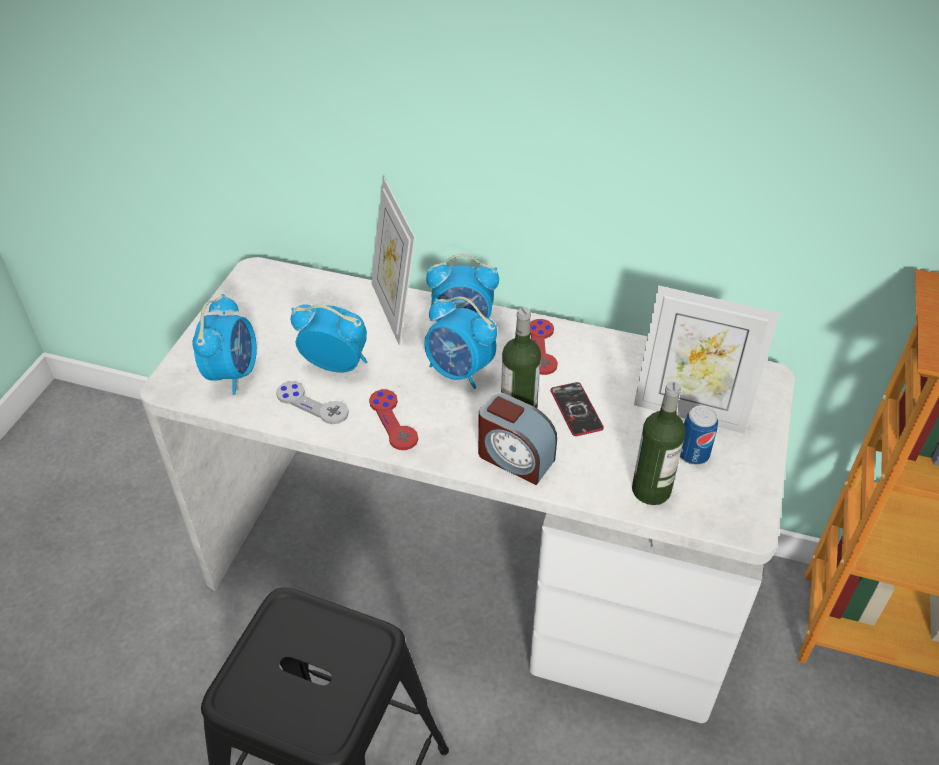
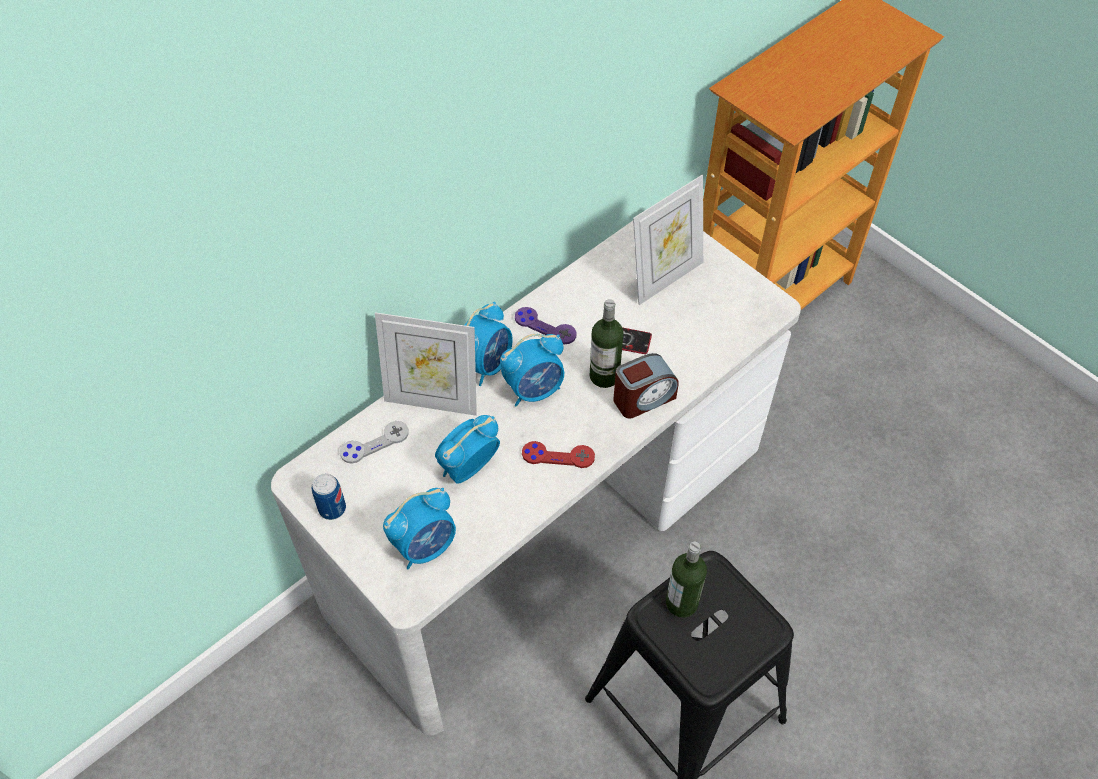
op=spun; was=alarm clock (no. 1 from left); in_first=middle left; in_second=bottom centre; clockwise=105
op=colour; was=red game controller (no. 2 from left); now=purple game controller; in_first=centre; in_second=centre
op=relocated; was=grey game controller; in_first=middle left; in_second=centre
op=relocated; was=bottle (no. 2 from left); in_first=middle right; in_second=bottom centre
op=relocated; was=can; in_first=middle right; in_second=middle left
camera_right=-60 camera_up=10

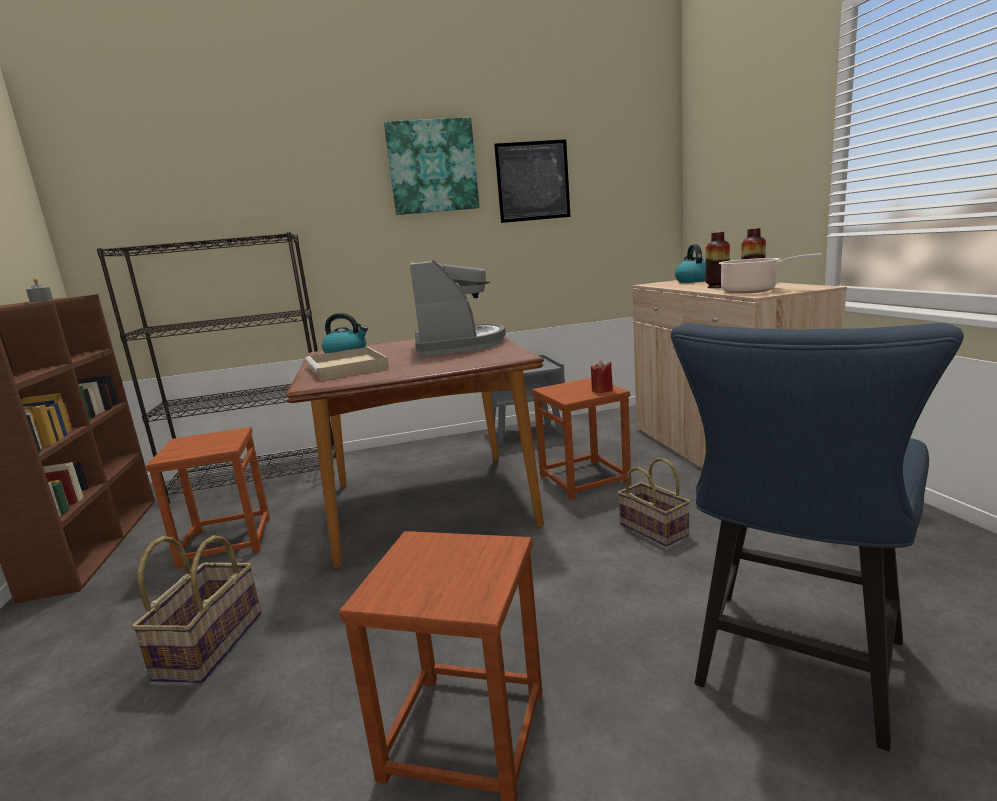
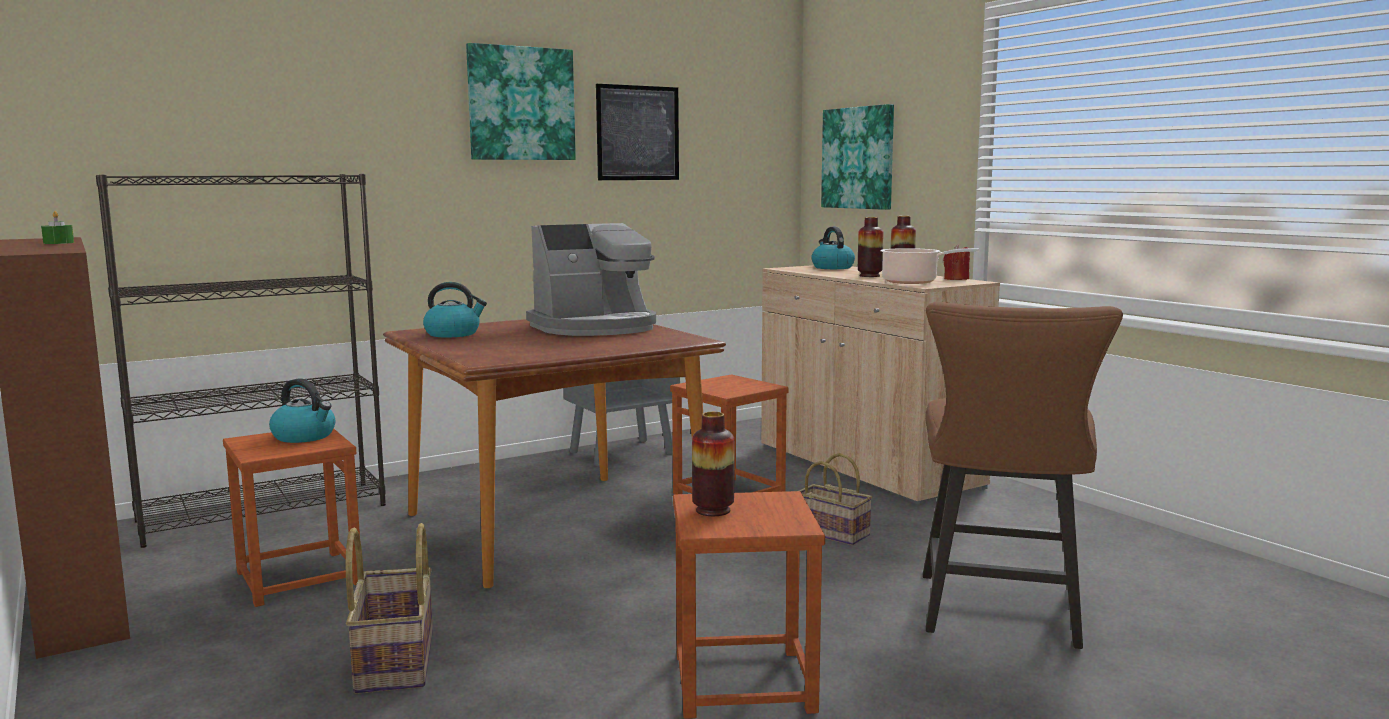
op=spun; was=coffee machine; in_first=centre; in_second=centre; clockwise=90
op=colour; was=grey candle; now=green candle; in_first=middle left; in_second=top left
op=colour; was=blue chair; now=brown chair; in_first=bottom right; in_second=middle right
op=missing; was=beige tray; in_first=centre
op=relocated; was=red candle; in_first=centre; in_second=middle right
op=appeared; now=picture (no. 3 from left); in_second=top centre
op=appeared; now=kettle (no. 1 from left); in_second=middle left
op=appeared; now=vase (no. 1 from left); in_second=centre
camera_right=-20 camera_up=-5

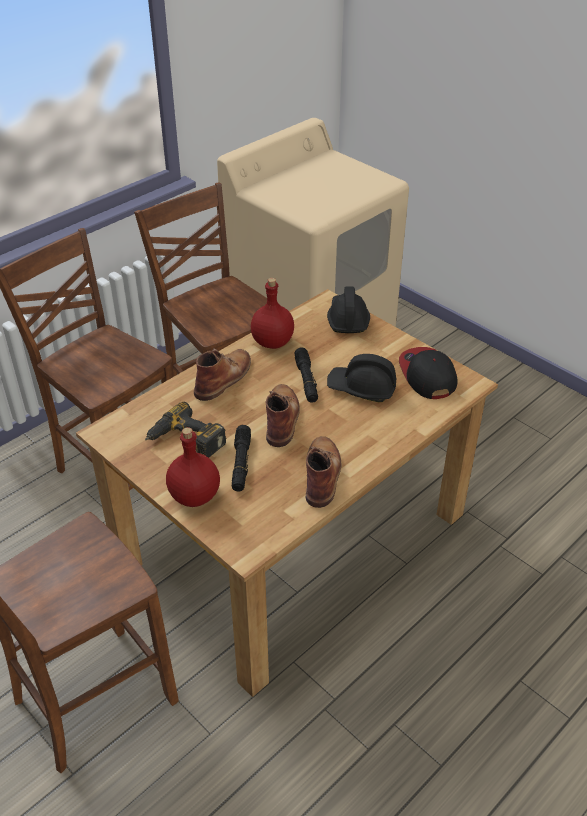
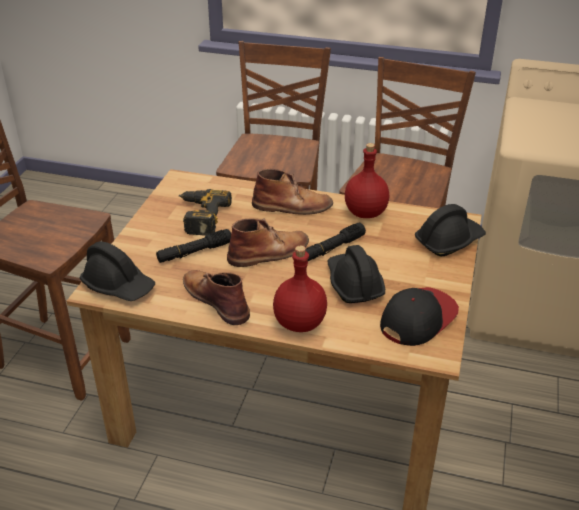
op=relocated; was=red bottle (no. 1 from left); in_first=middle left; in_second=centre
op=spun; was=brown boot (no. 3 from left in the first image); in_first=centre; in_second=centre; clockwise=-105
op=appeared; now=black hard hat (no. 1 from left); in_second=middle left
camera_right=60 camera_up=-5

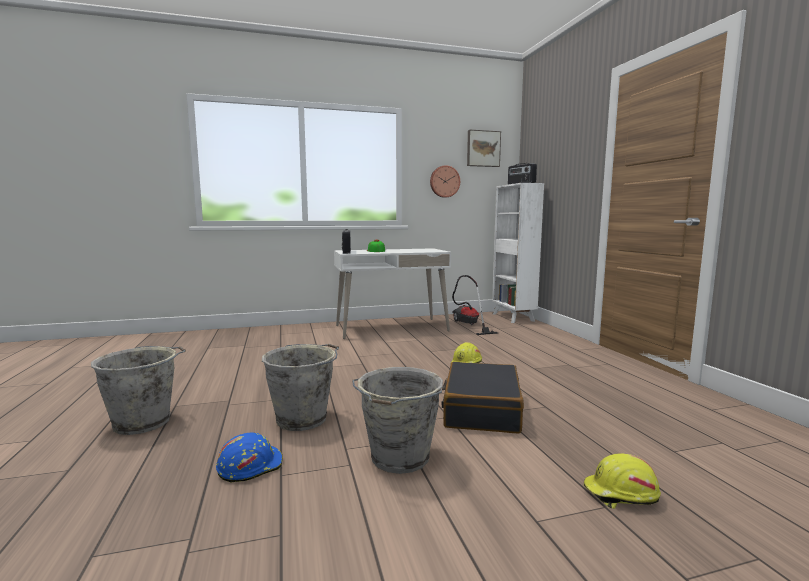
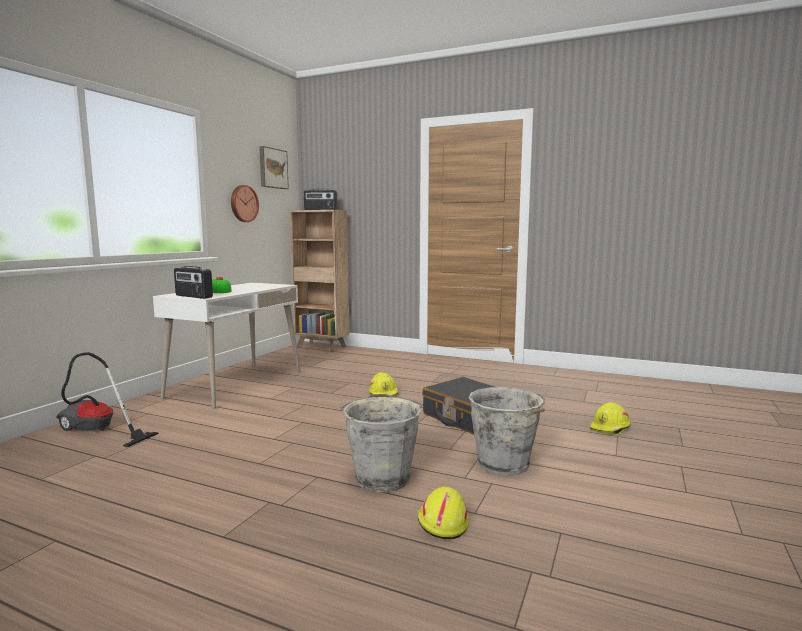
op=colour; was=white bookcase; now=brown bookcase; in_first=centre; in_second=centre
op=relocated; was=vacuum cleaner; in_first=centre; in_second=middle left
op=missing; was=grey bucket (no. 1 from left); in_first=bottom left
op=colour; was=blue hard hat; now=yellow hard hat (no. 2 from left); in_first=bottom left; in_second=bottom centre
camera_right=-50 camera_up=0

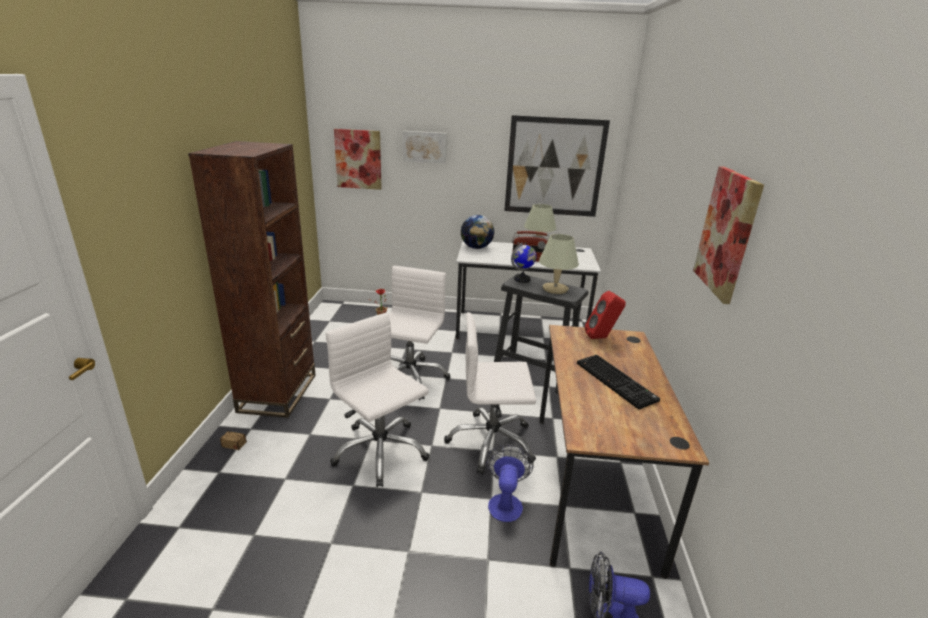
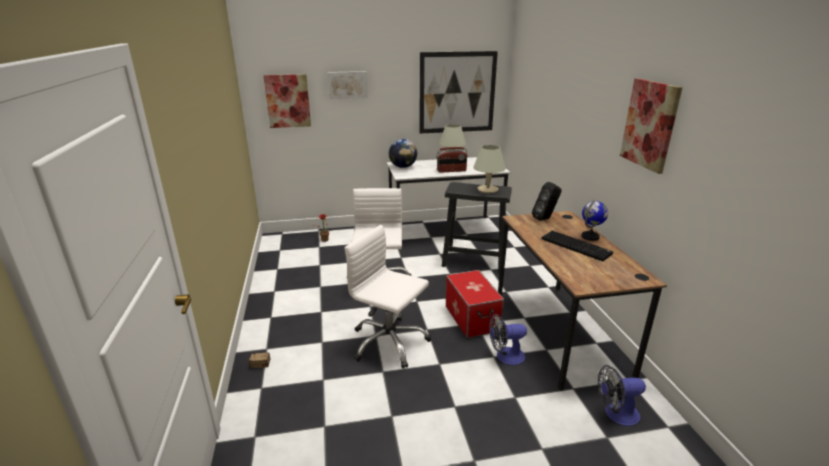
op=missing; was=brown bookcase; in_first=middle left
op=relocated; was=globe (no. 2 from left); in_first=centre; in_second=middle right
op=colour; was=red speaker; now=black speaker; in_first=centre; in_second=centre
op=exchanged; was=white office chair (no. 3 from left); now=storage box (no. 2 from left); in_first=centre; in_second=centre
op=spun; was=fan (no. 1 from left); in_first=bottom centre; in_second=bottom centre; clockwise=-90
camera_right=-15 camera_up=0

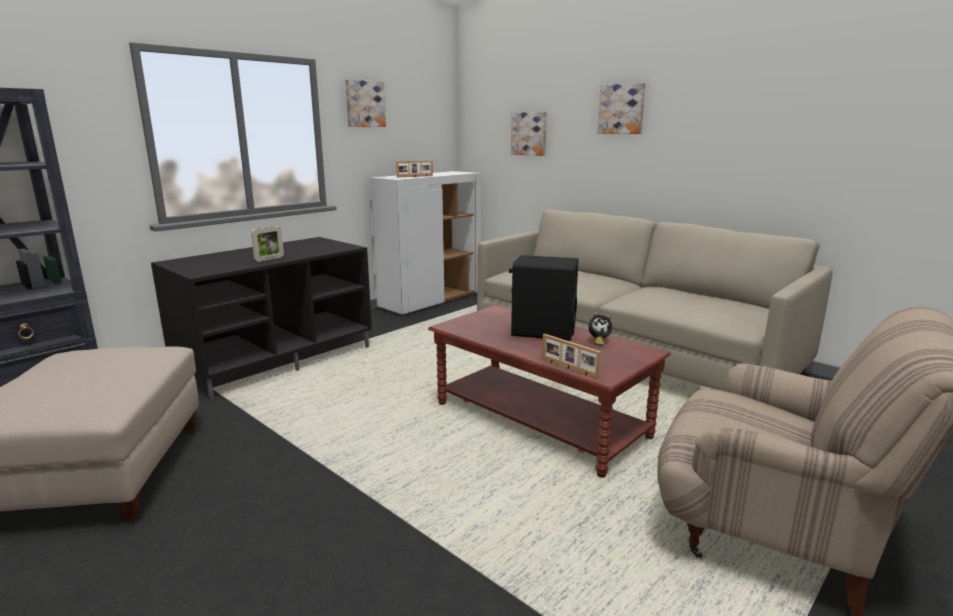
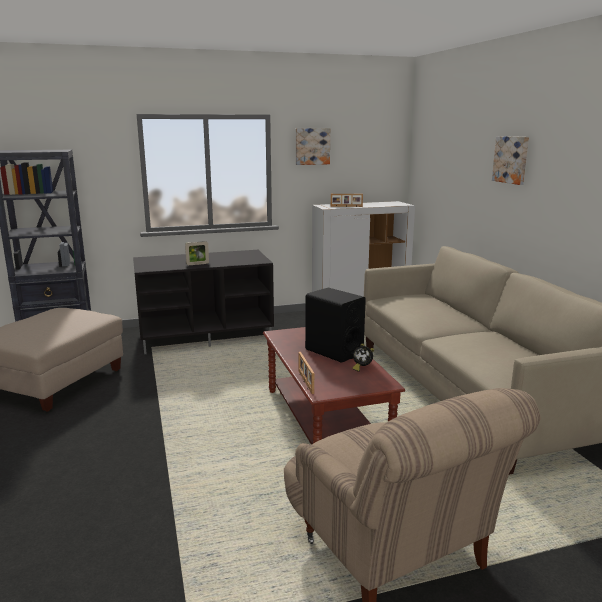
op=missing; was=picture (no. 2 from left); in_first=top centre
camera_right=30 camera_up=0

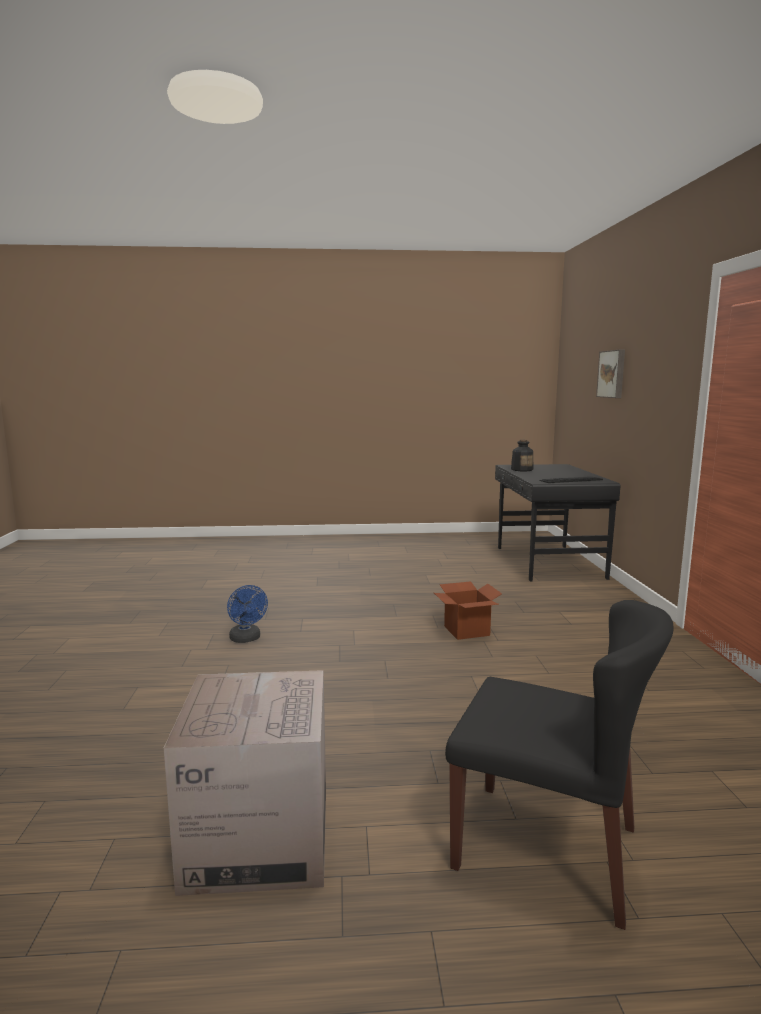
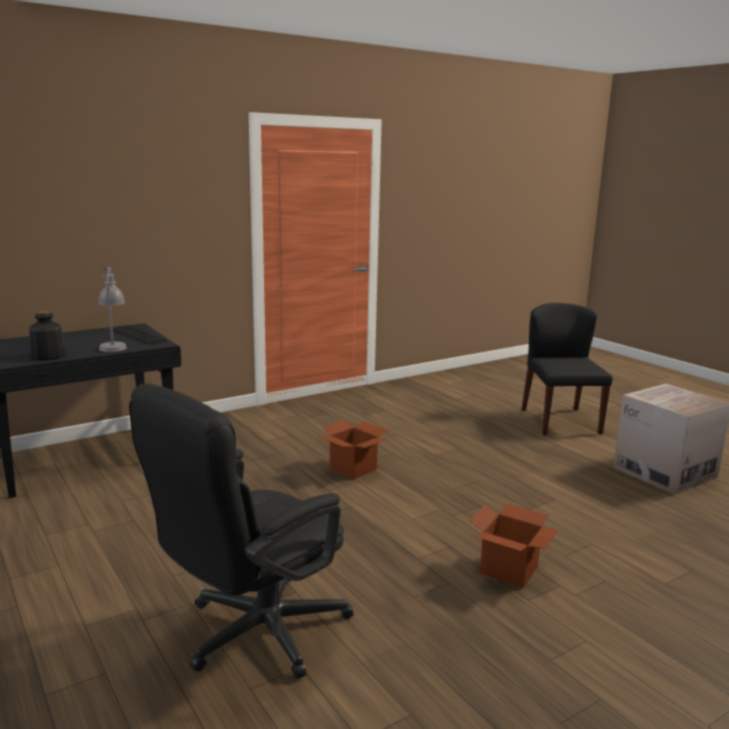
op=missing; was=picture; in_first=middle right
op=exchanged; was=blue fan; now=cardboard box (no. 2 from left); in_first=middle left; in_second=bottom right
op=appeared; now=grey table lamp; in_second=middle left
op=appeared; now=black office chair; in_second=bottom left
camera_right=-120 camera_up=5

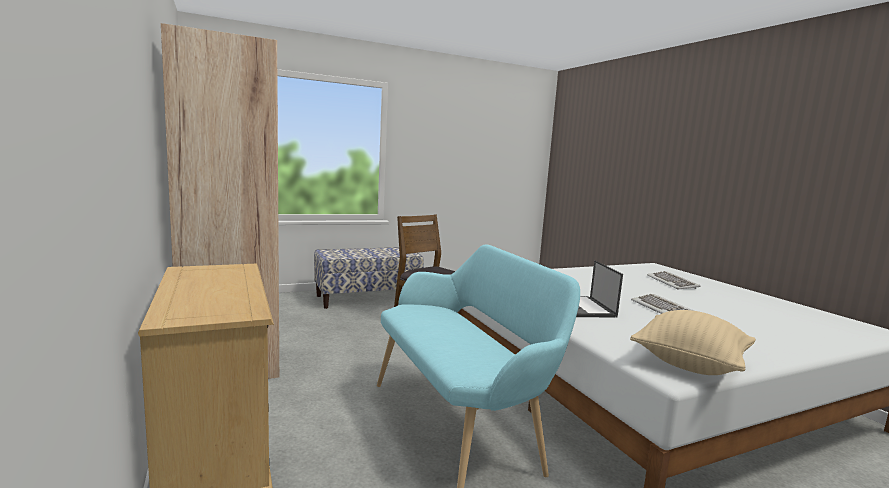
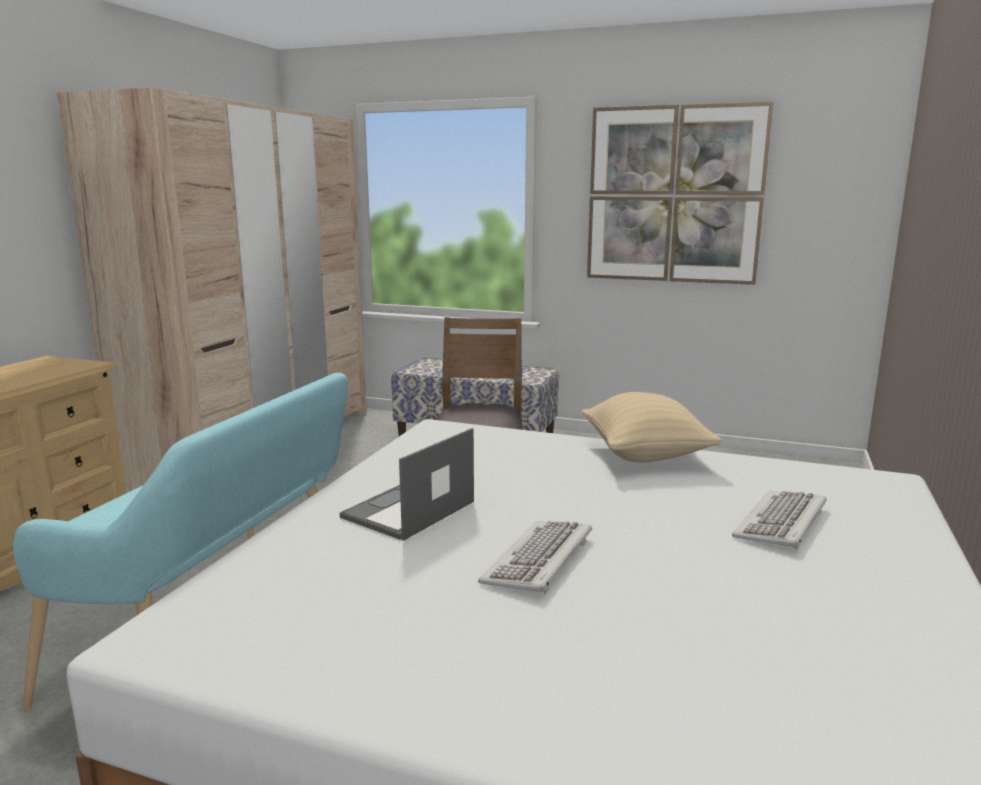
op=relocated; was=beige pillow; in_first=bottom right; in_second=centre
op=appeared; now=picture; in_second=top right
camera_right=45 camera_up=5

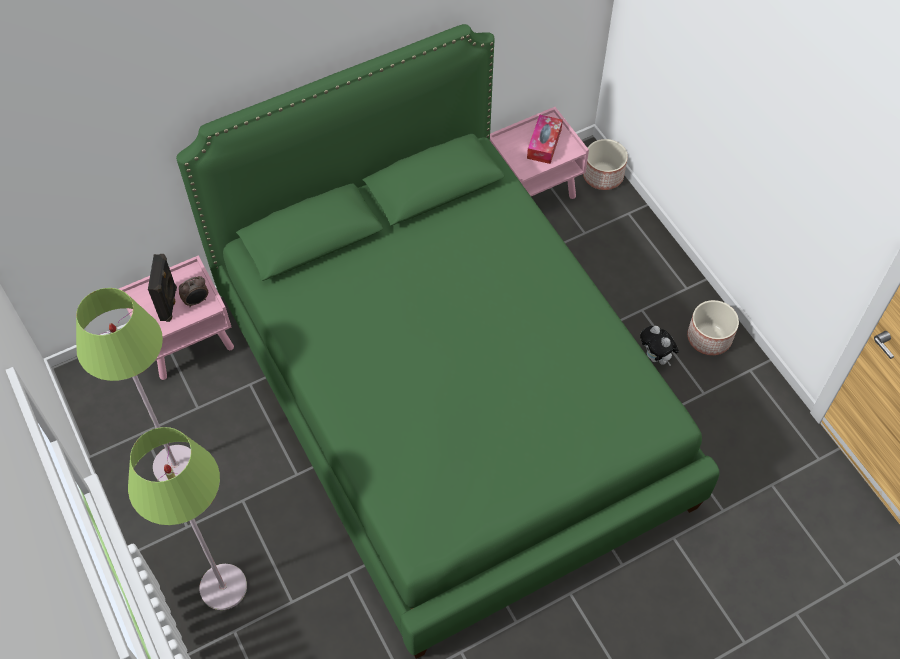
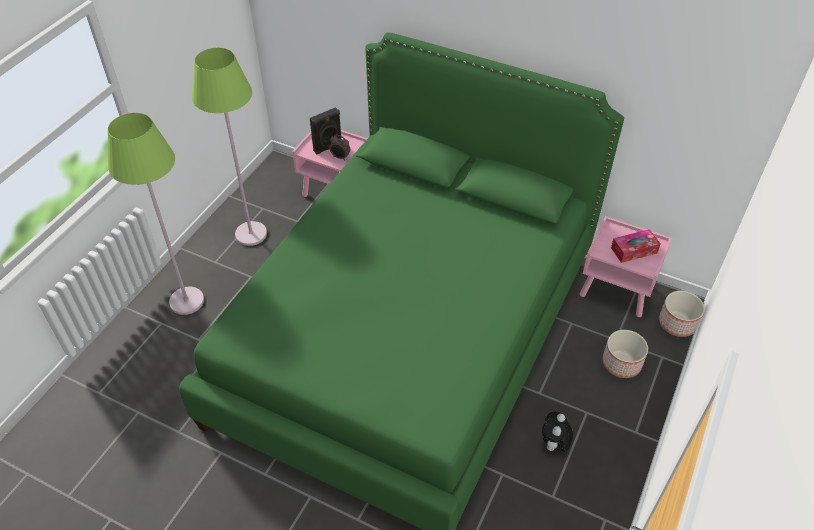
op=relocated; was=planter (no. 2 from left in the first image); now=planter (no. 1 from left); in_first=middle right; in_second=bottom right
camera_right=55 camera_up=-10

